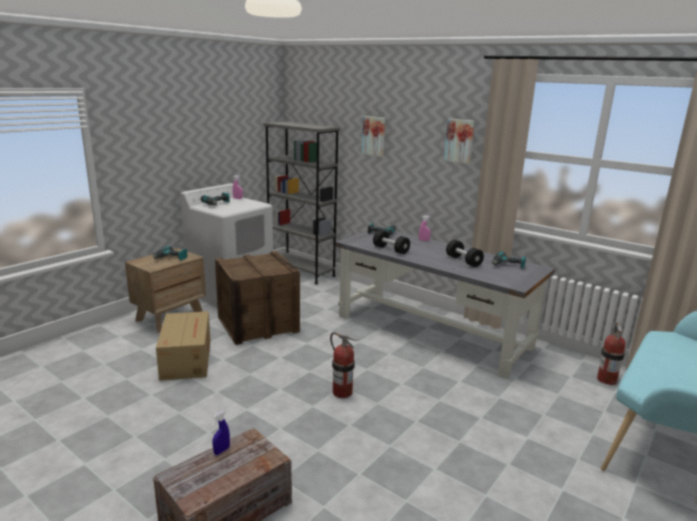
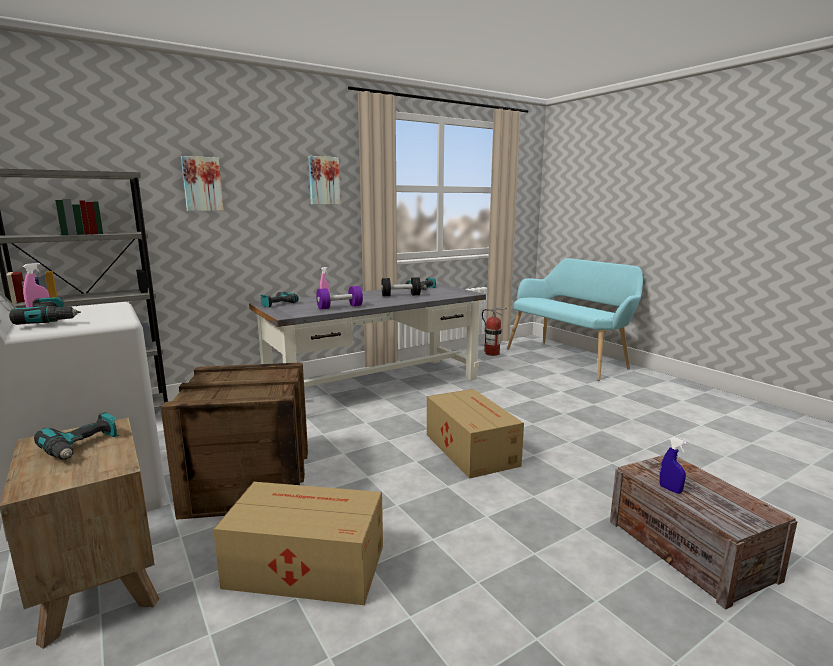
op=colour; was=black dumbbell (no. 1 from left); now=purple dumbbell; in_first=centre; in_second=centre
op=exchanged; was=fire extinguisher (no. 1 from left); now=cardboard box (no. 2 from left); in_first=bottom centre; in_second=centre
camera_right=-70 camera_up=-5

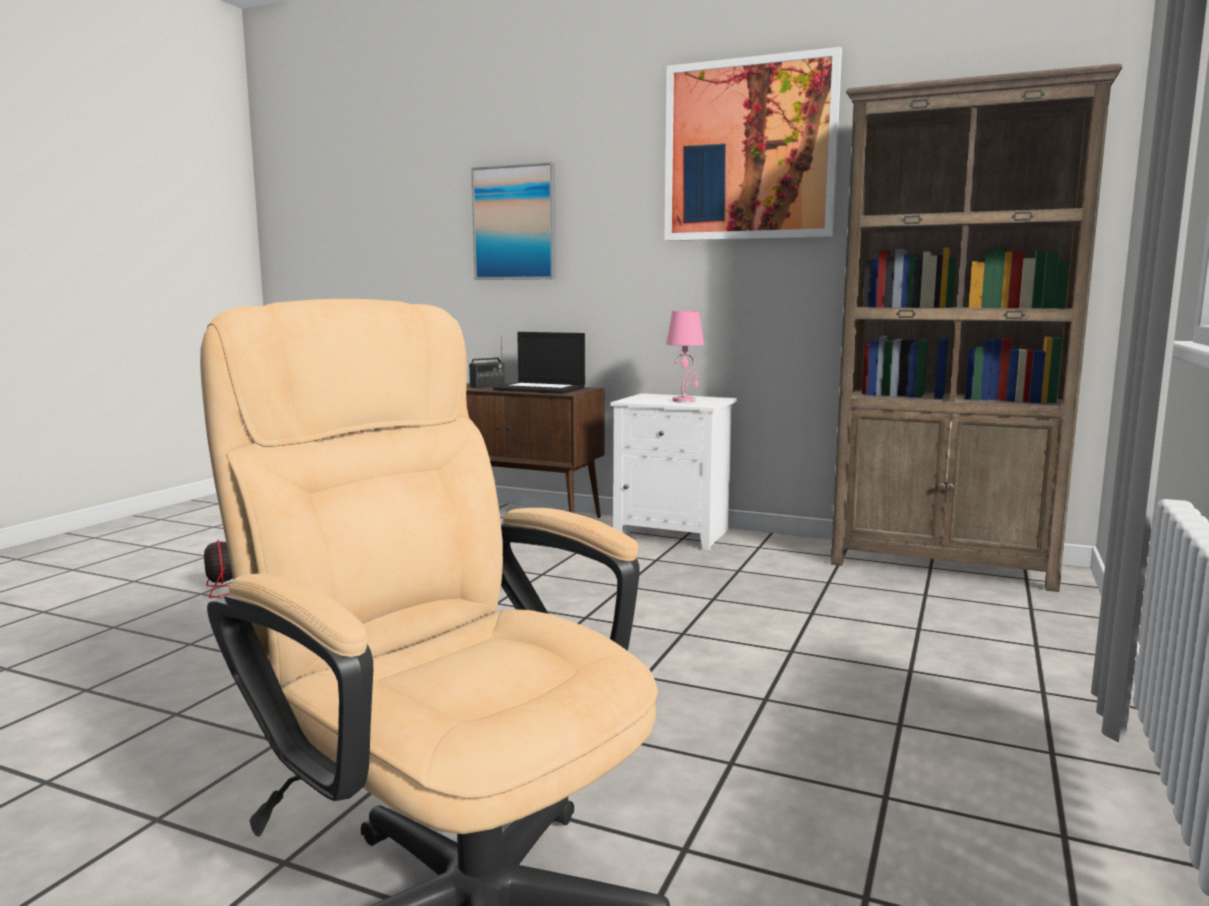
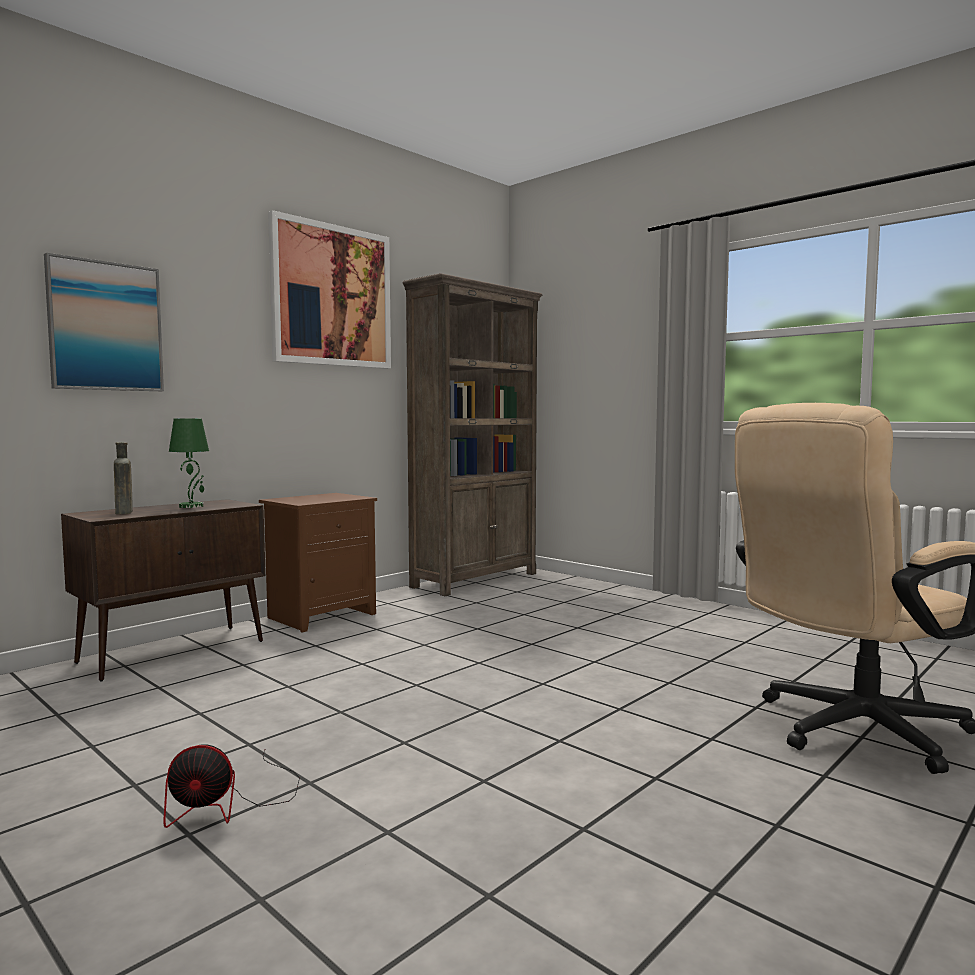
op=missing; was=pink table lamp; in_first=centre
op=exchanged; was=laptop; now=green table lamp; in_first=centre; in_second=middle left
op=exchanged; was=radio; now=brown bottle; in_first=centre; in_second=middle left
op=colour; was=white nightstand; now=brown nightstand; in_first=centre; in_second=middle left
camera_right=-70 camera_up=-5

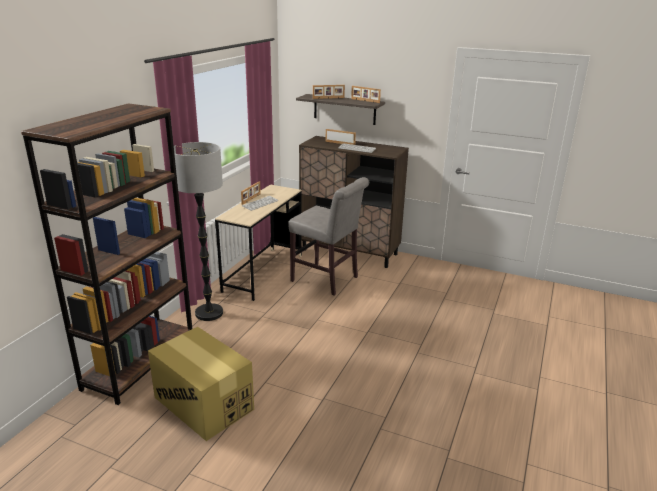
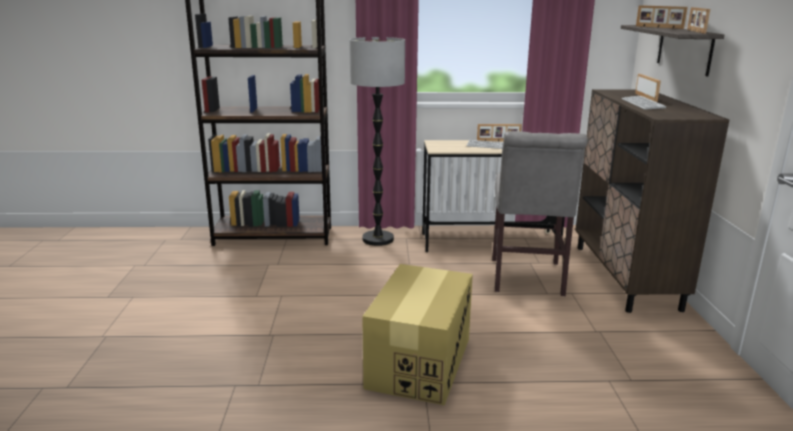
op=relocated; was=cardboard box; in_first=bottom left; in_second=bottom centre
camera_right=65 camera_up=-5

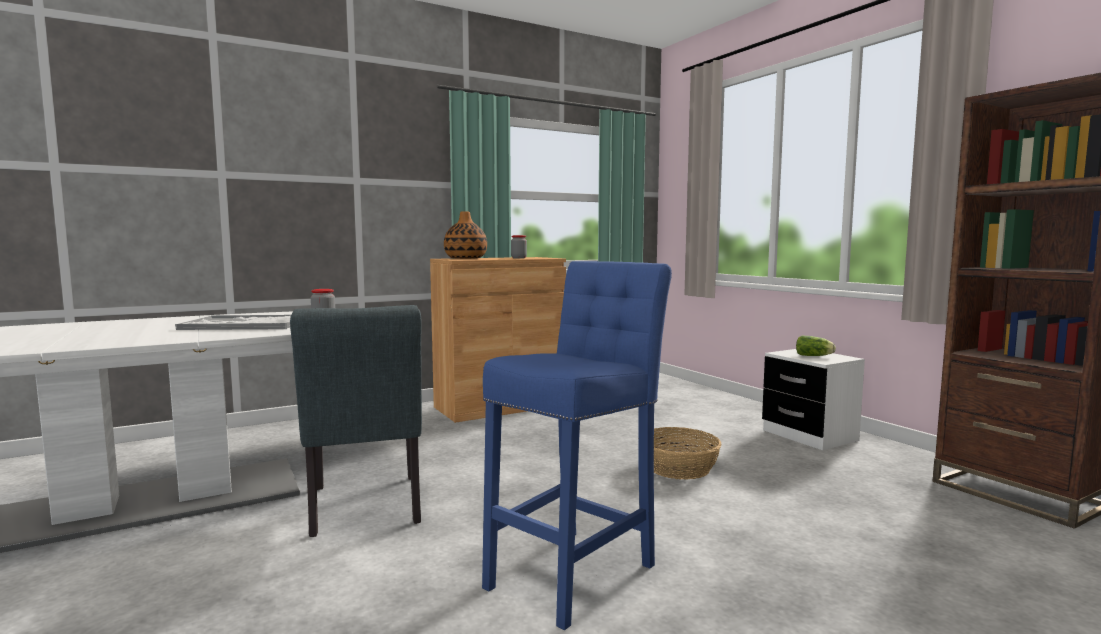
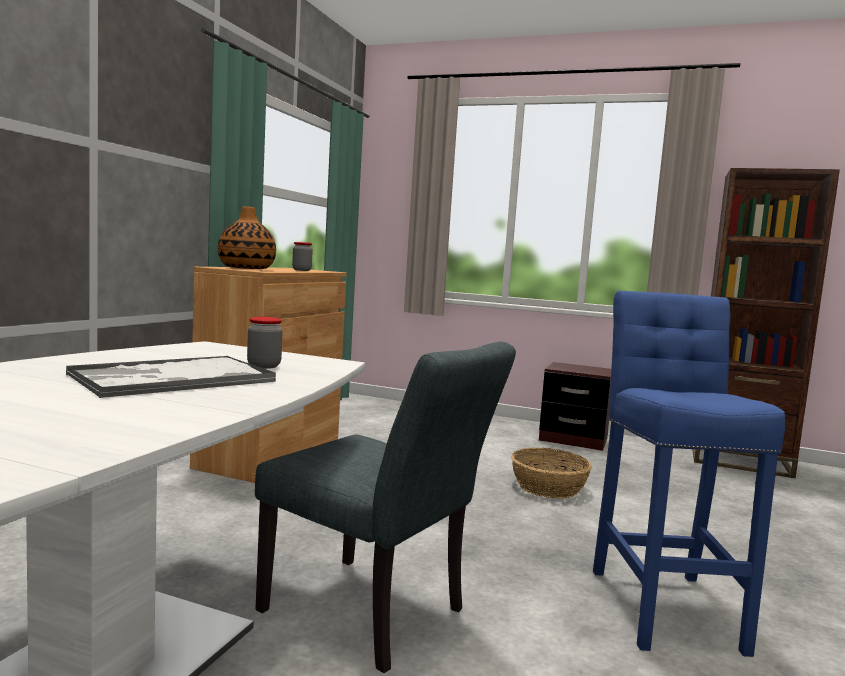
op=missing; was=lettuce; in_first=middle right
op=colour; was=white nightstand; now=brown nightstand; in_first=middle right; in_second=middle right
camera_right=-40 camera_up=0

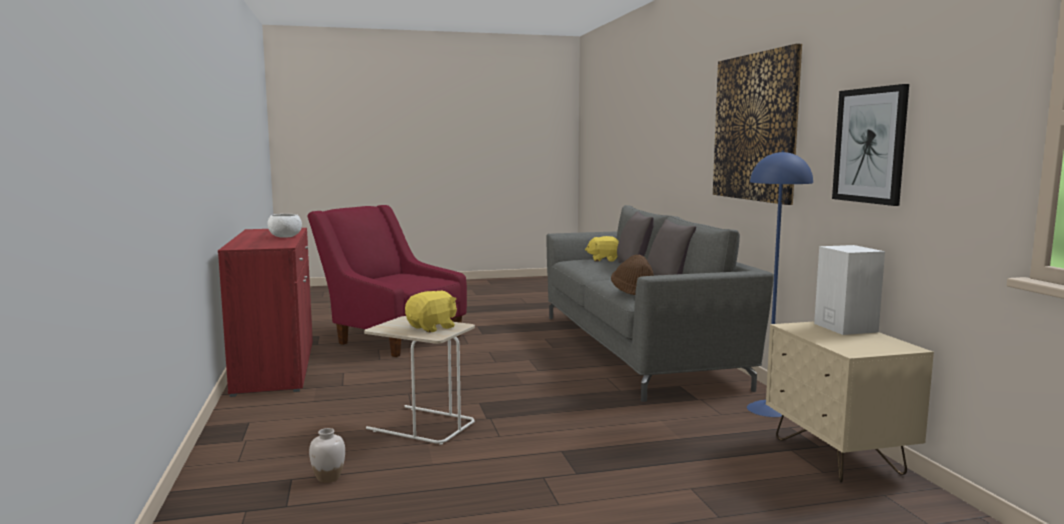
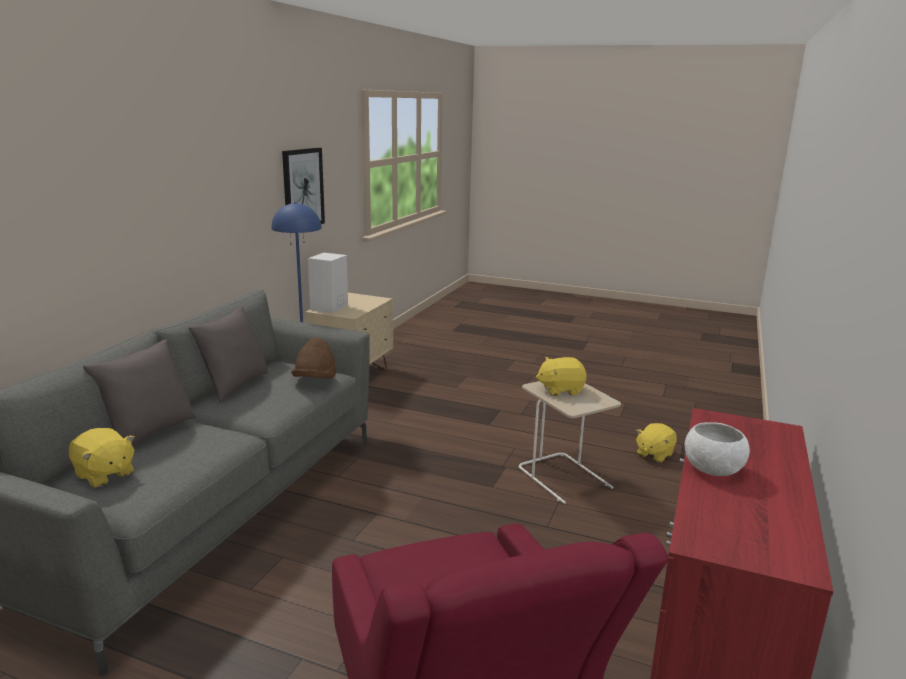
op=missing; was=picture (no. 1 from left); in_first=top right
op=exchanged; was=white vase; now=yellow plush toy (no. 3 from left); in_first=bottom left; in_second=middle right
camera_right=-145 camera_up=10

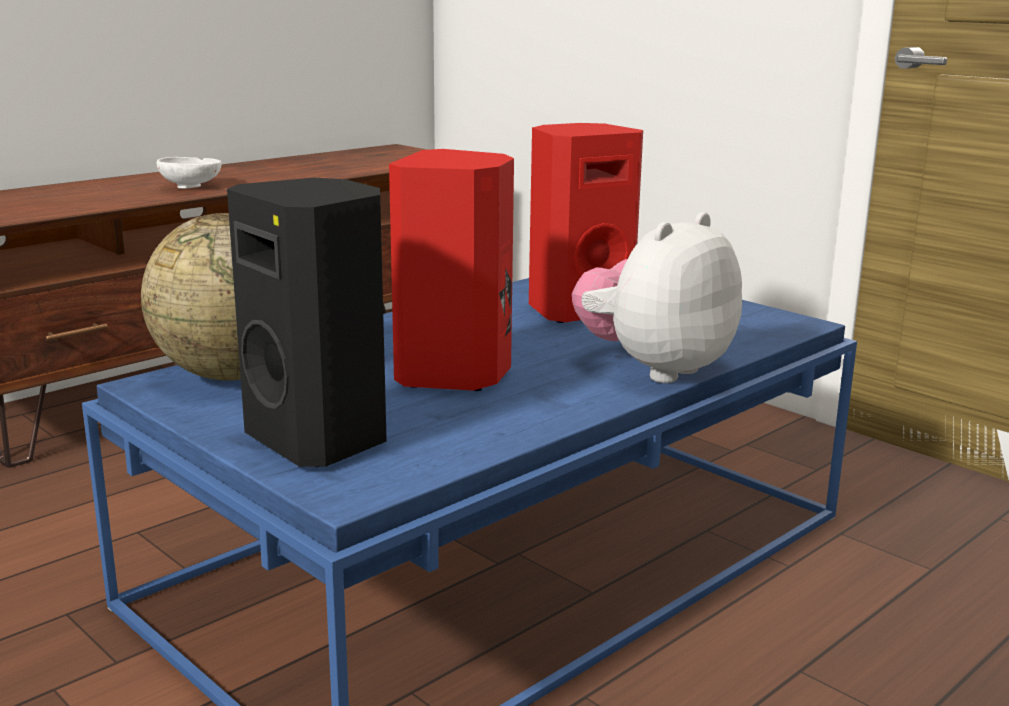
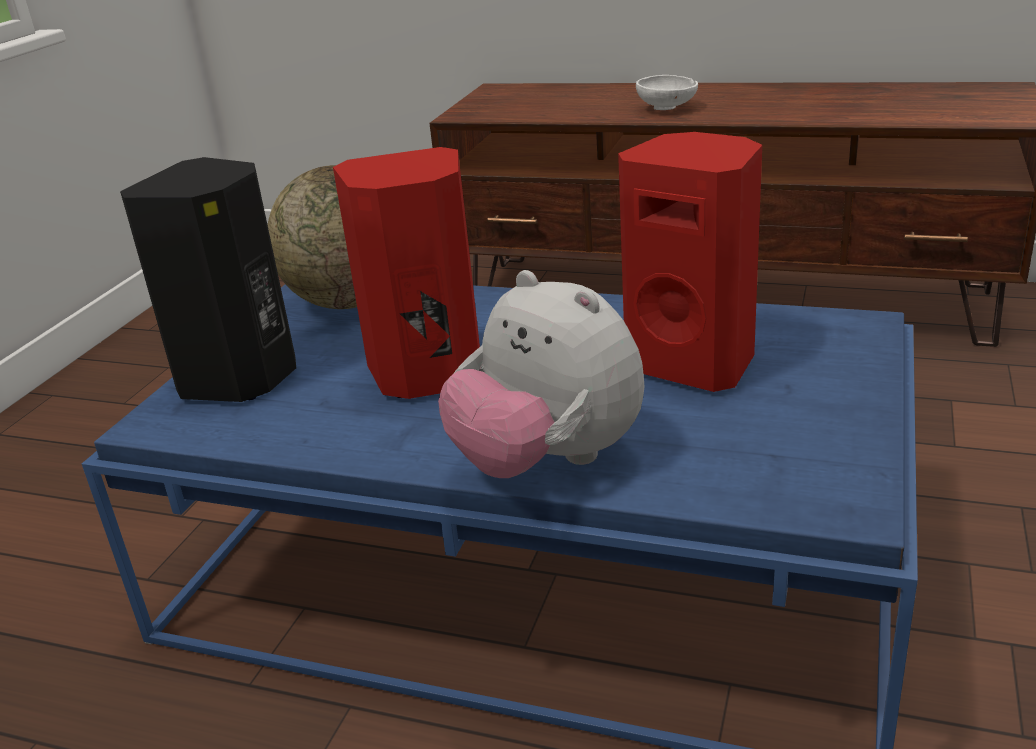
op=spun; was=plush toy; in_first=centre; in_second=centre; clockwise=-150
camera_right=65 camera_up=10

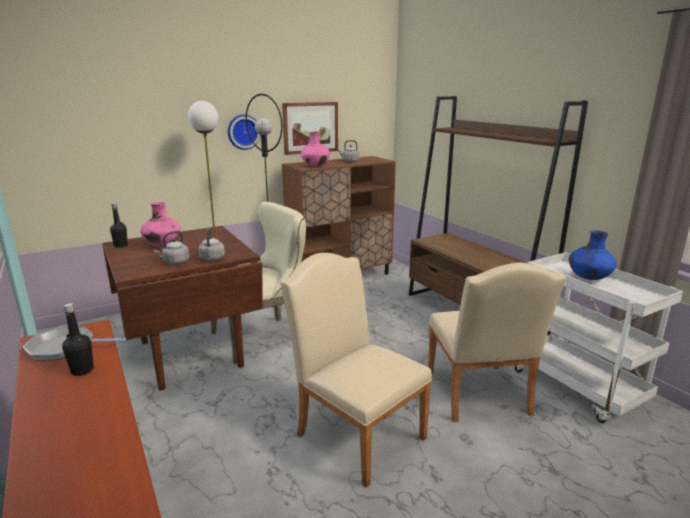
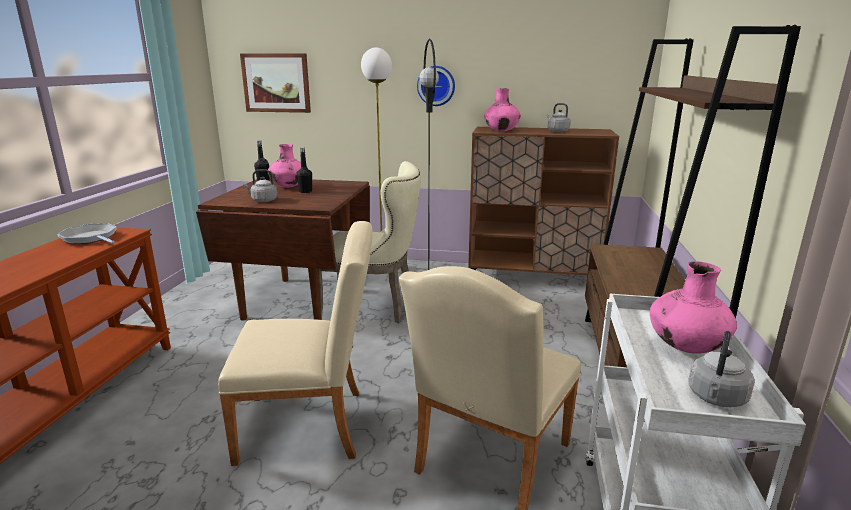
op=relocated; was=picture; in_first=top centre; in_second=top left
op=relocated; was=grey kettle (no. 2 from left in the first image); now=grey kettle (no. 3 from left); in_first=middle left; in_second=bottom right
op=colour; was=blue vase; now=pink vase (no. 3 from left); in_first=middle right; in_second=middle right
op=spun; was=beige chair (no. 2 from left in the first image); in_first=bottom centre; in_second=bottom centre; clockwise=90
op=relocated; was=black bottle (no. 1 from left in the first image); now=black bottle (no. 2 from left); in_first=middle left; in_second=centre
camera_right=40 camera_up=0

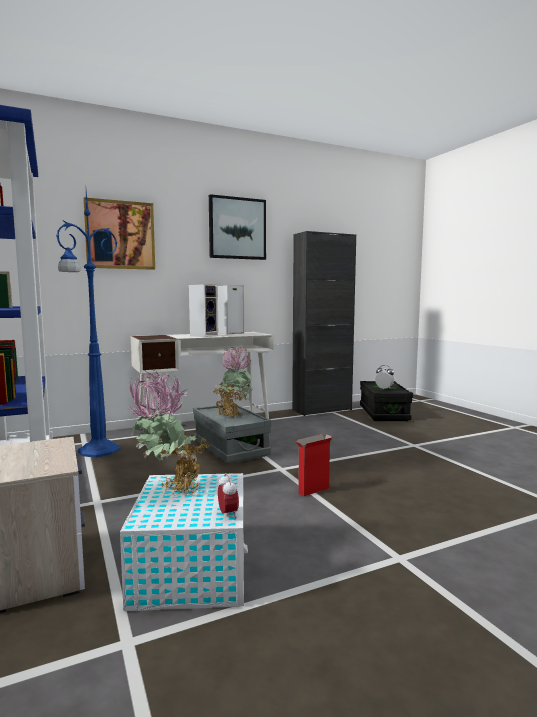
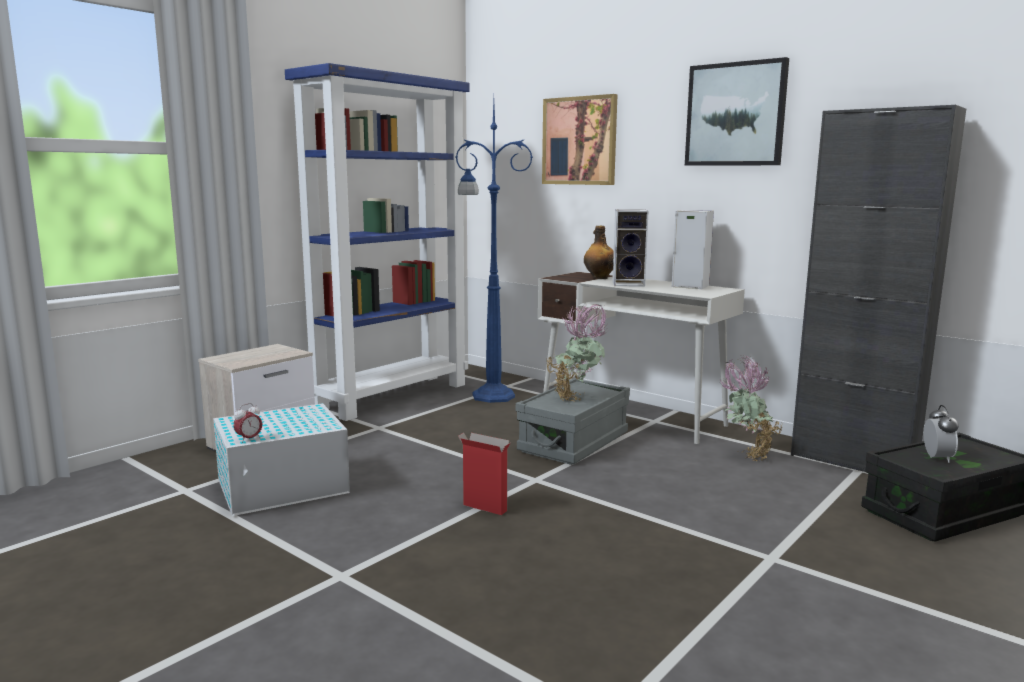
op=relocated; was=potted plant (no. 1 from left in the first image); now=potted plant (no. 2 from left); in_first=middle left; in_second=middle right
op=appeared; now=bottle; in_second=centre
camera_right=65 camera_up=5

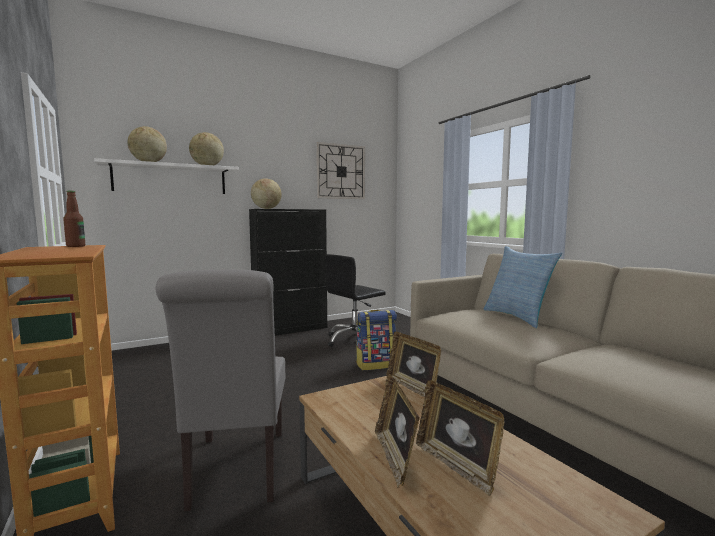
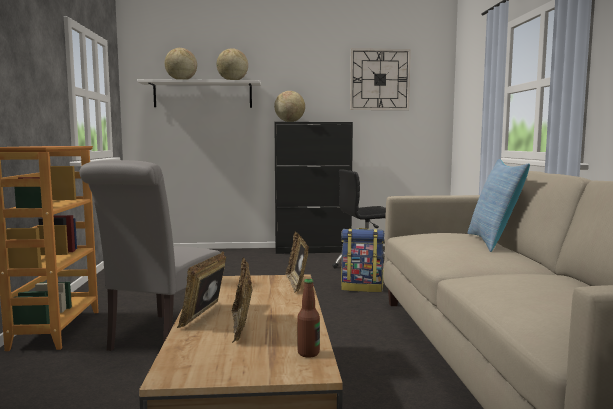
op=relocated; was=bottle; in_first=middle left; in_second=bottom centre
camera_right=25 camera_up=0

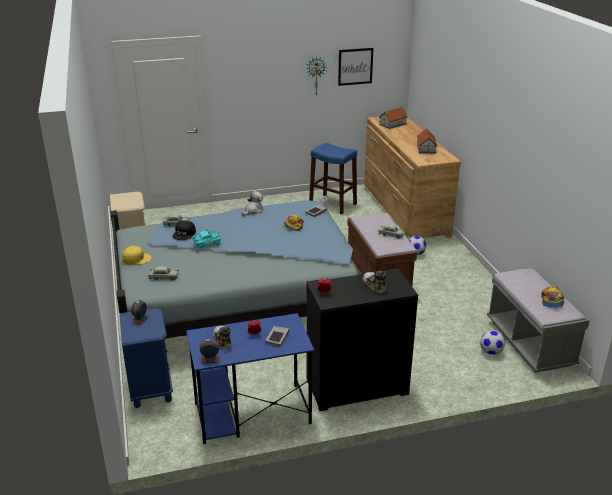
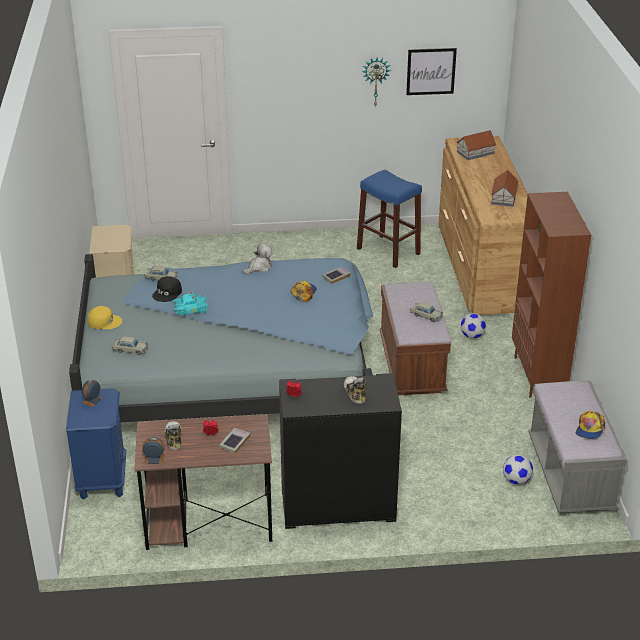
op=colour; was=blue desk; now=brown desk; in_first=bottom centre; in_second=bottom left
op=appeared; now=brown bookcase; in_second=middle right
camera_right=10 camera_up=5

